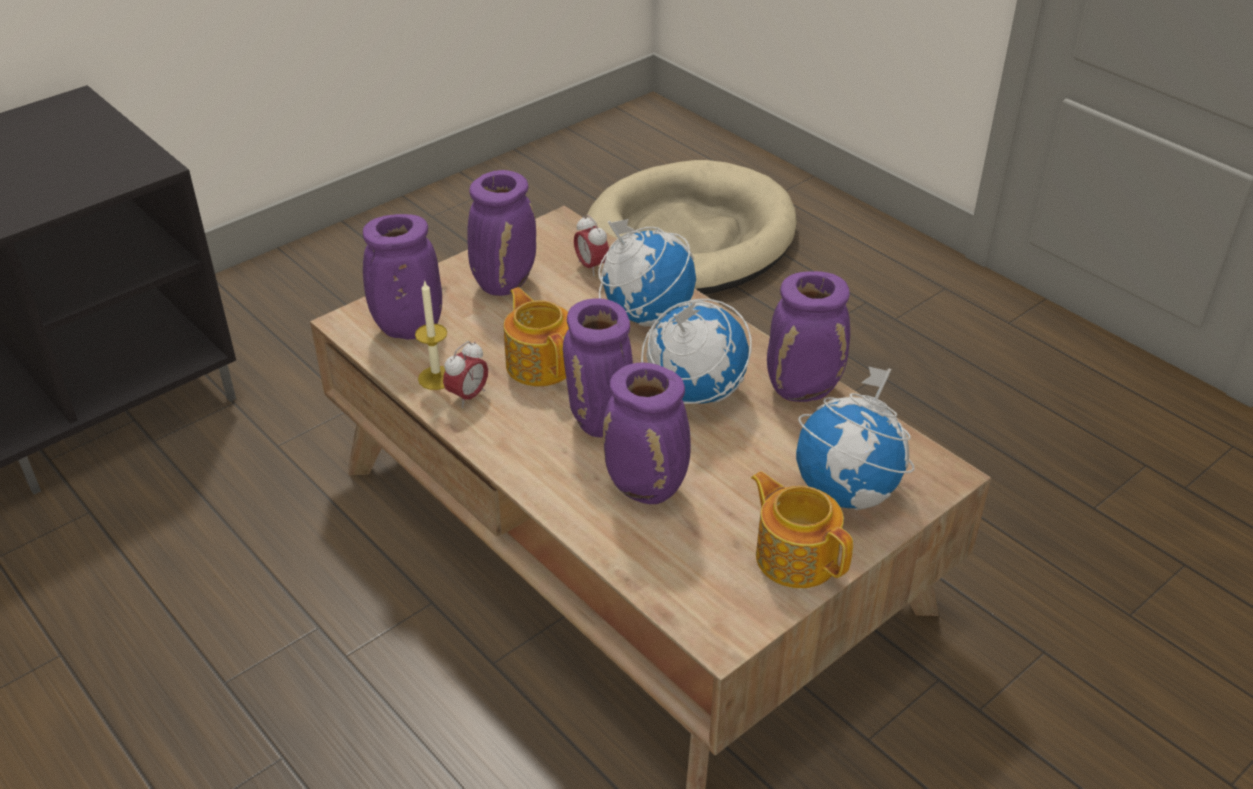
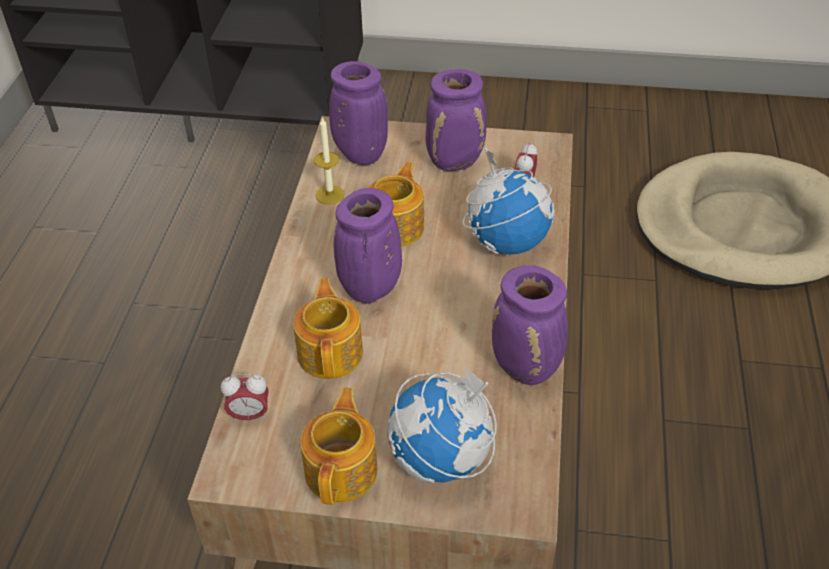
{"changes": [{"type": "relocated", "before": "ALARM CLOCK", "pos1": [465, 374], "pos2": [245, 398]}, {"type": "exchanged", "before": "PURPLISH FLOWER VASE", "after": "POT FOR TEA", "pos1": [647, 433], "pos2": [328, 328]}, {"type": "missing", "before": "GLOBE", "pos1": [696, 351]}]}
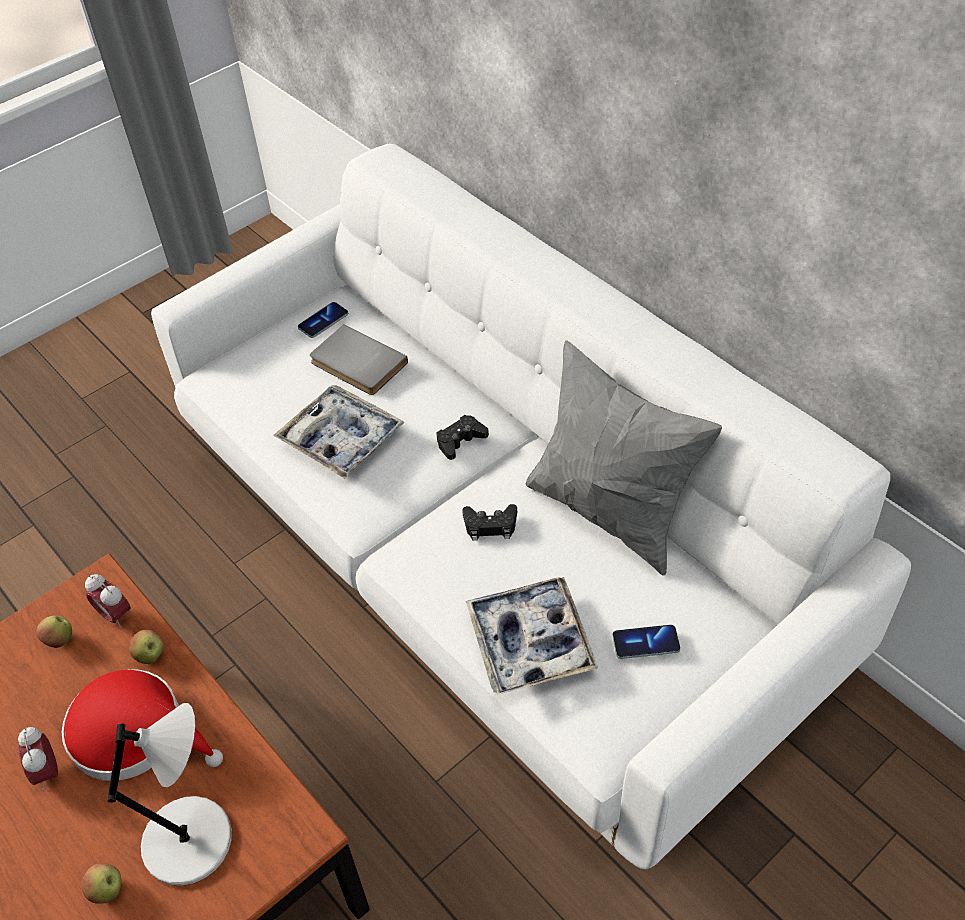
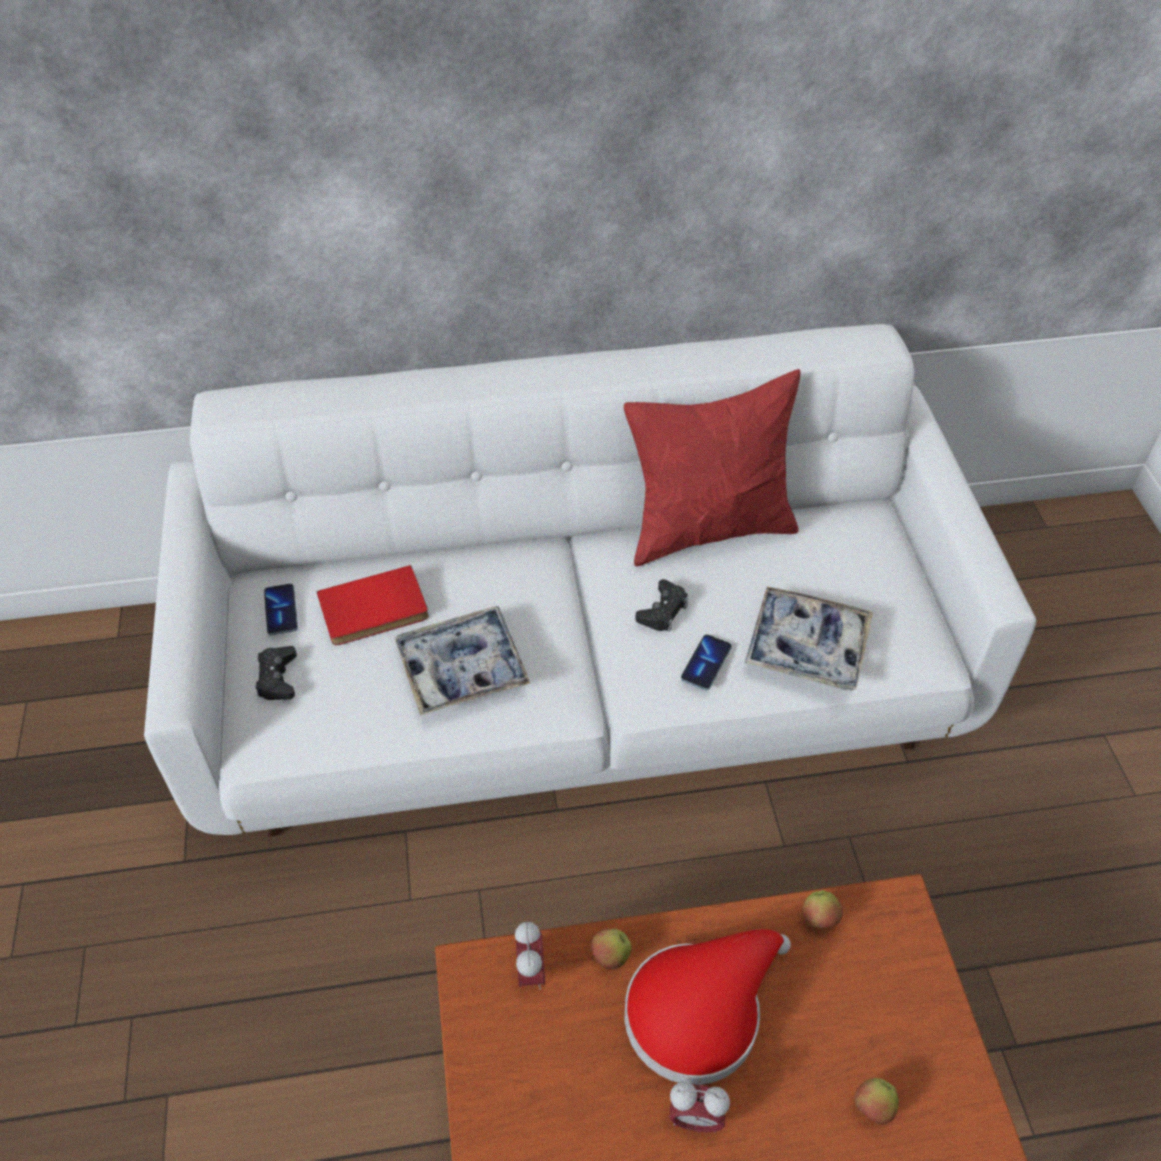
{"changes": [{"type": "relocated", "before": "APPLE", "pos1": [54, 632], "pos2": [822, 909]}, {"type": "spun", "before": "ALARM CLOCK", "pos1": [108, 601], "pos2": [530, 956], "turn": -75}, {"type": "missing", "before": "GREY TABLETOP LAMP", "pos1": [170, 794]}, {"type": "colour", "before": "GREY BOOK", "after": "RED-COLOURED BOOK", "pos1": [359, 359], "pos2": [372, 605]}, {"type": "relocated", "before": "BLACK-COLOURED GAME CONTROLLER", "pos1": [462, 437], "pos2": [276, 673]}, {"type": "colour", "before": "GREY THROW PILLOW", "after": "RED-COLOURED THROW PILLOW", "pos1": [624, 458], "pos2": [712, 467]}, {"type": "relocated", "before": "PHONE", "pos1": [646, 642], "pos2": [706, 662]}]}
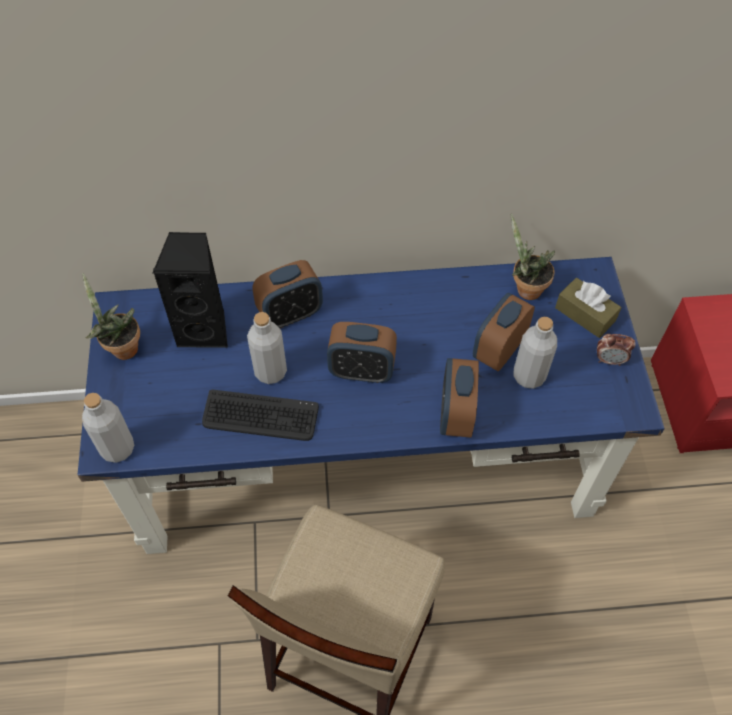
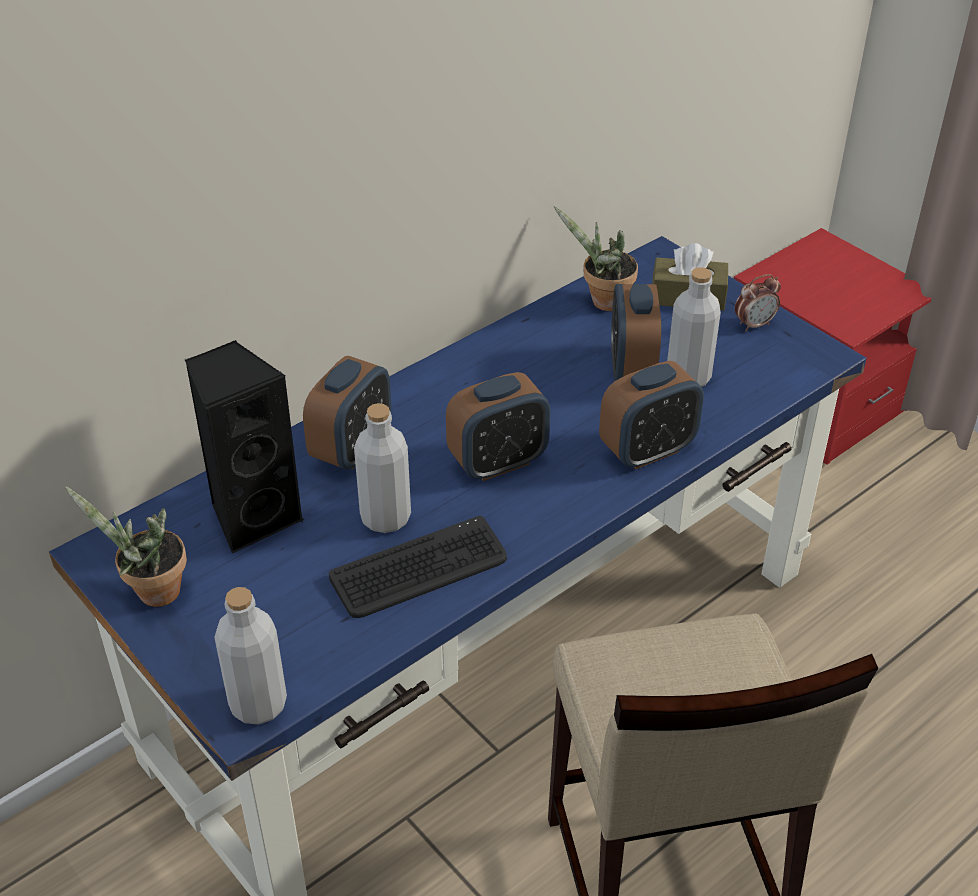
{"changes": [{"type": "spun", "before": "ALARM CLOCK", "pos1": [459, 398], "pos2": [651, 415], "turn": -90}]}
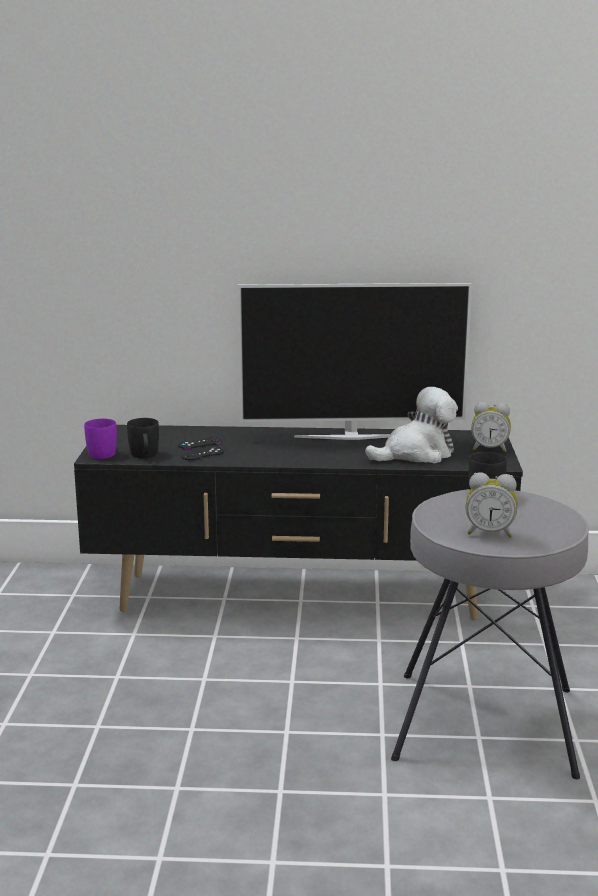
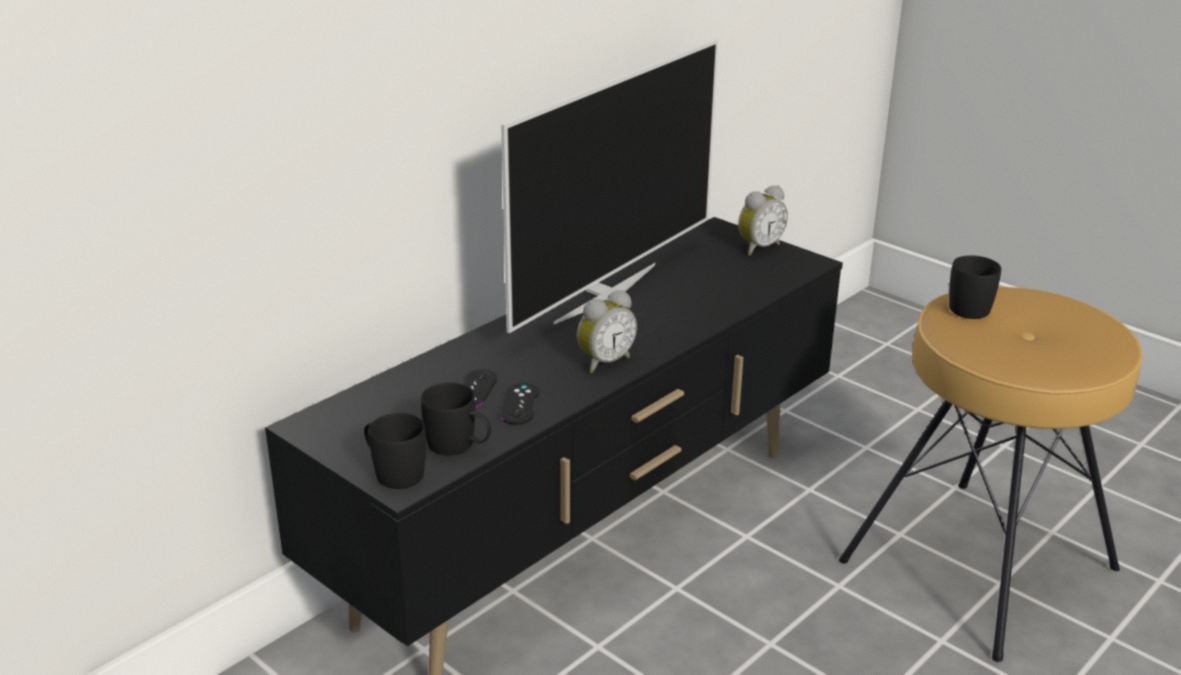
{"changes": [{"type": "colour", "before": "PURPLISH TEA MUG", "after": "BLACK-COLOURED TEA MUG", "pos1": [100, 439], "pos2": [395, 451]}, {"type": "missing", "before": "PLUSH TOY", "pos1": [411, 425]}, {"type": "colour", "before": "GREY SITTING STOOL", "after": "BROWN-COLOURED SITTING STOOL", "pos1": [490, 634], "pos2": [991, 474]}, {"type": "relocated", "before": "ALARM CLOCK", "pos1": [491, 505], "pos2": [607, 331]}]}
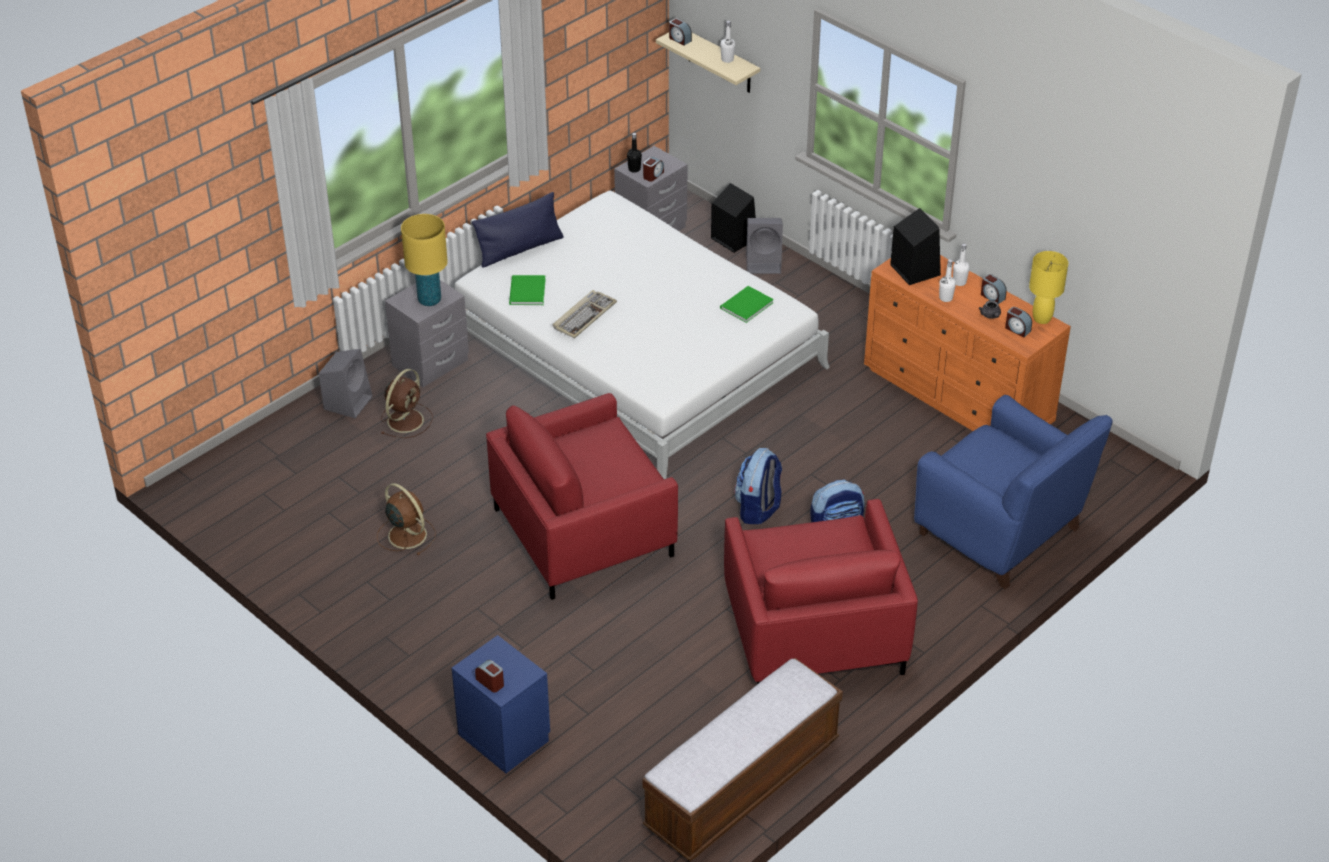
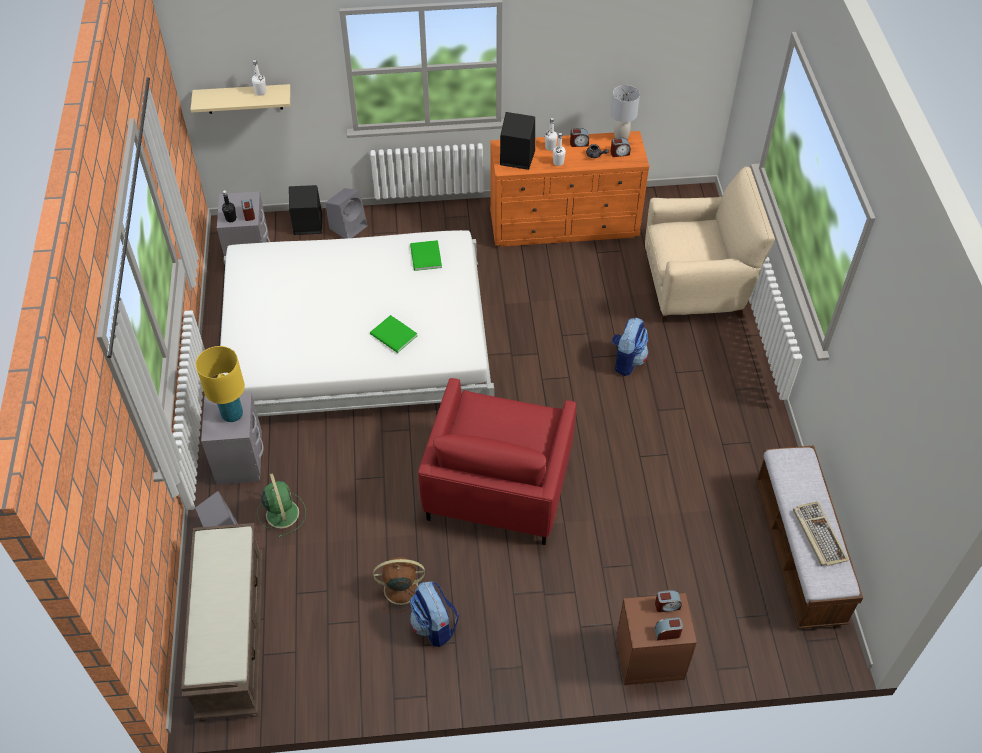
{"changes": [{"type": "colour", "before": "BROWN-COLOURED COOLING FAN", "after": "GREEN COOLING FAN", "pos1": [406, 403], "pos2": [281, 505]}, {"type": "colour", "before": "BLUISH NIGHT TABLE", "after": "BROWN-COLOURED NIGHT TABLE", "pos1": [501, 704], "pos2": [656, 639]}, {"type": "missing", "before": "BLUISH THROW PILLOW", "pos1": [518, 230]}, {"type": "relocated", "before": "GREEN BOOK", "pos1": [527, 290], "pos2": [394, 334]}, {"type": "relocated", "before": "COMPUTER KEYBOARD", "pos1": [584, 314], "pos2": [821, 533]}, {"type": "relocated", "before": "ALARM CLOCK", "pos1": [680, 32], "pos2": [668, 601]}, {"type": "missing", "before": "RED-COLOURED ARMCHAIR", "pos1": [821, 591]}, {"type": "relocated", "before": "RUCKSACK", "pos1": [758, 486], "pos2": [434, 614]}, {"type": "colour", "before": "BLUISH ARMCHAIR", "after": "BEIGE-COLOURED ARMCHAIR", "pos1": [1013, 492], "pos2": [710, 244]}, {"type": "colour", "before": "YELLOWISH TABLETOP LAMP", "after": "GREY TABLETOP LAMP", "pos1": [1048, 287], "pos2": [625, 112]}, {"type": "appeared", "after": "BROWN-COLOURED LONG SEAT", "pos2": [222, 622]}]}
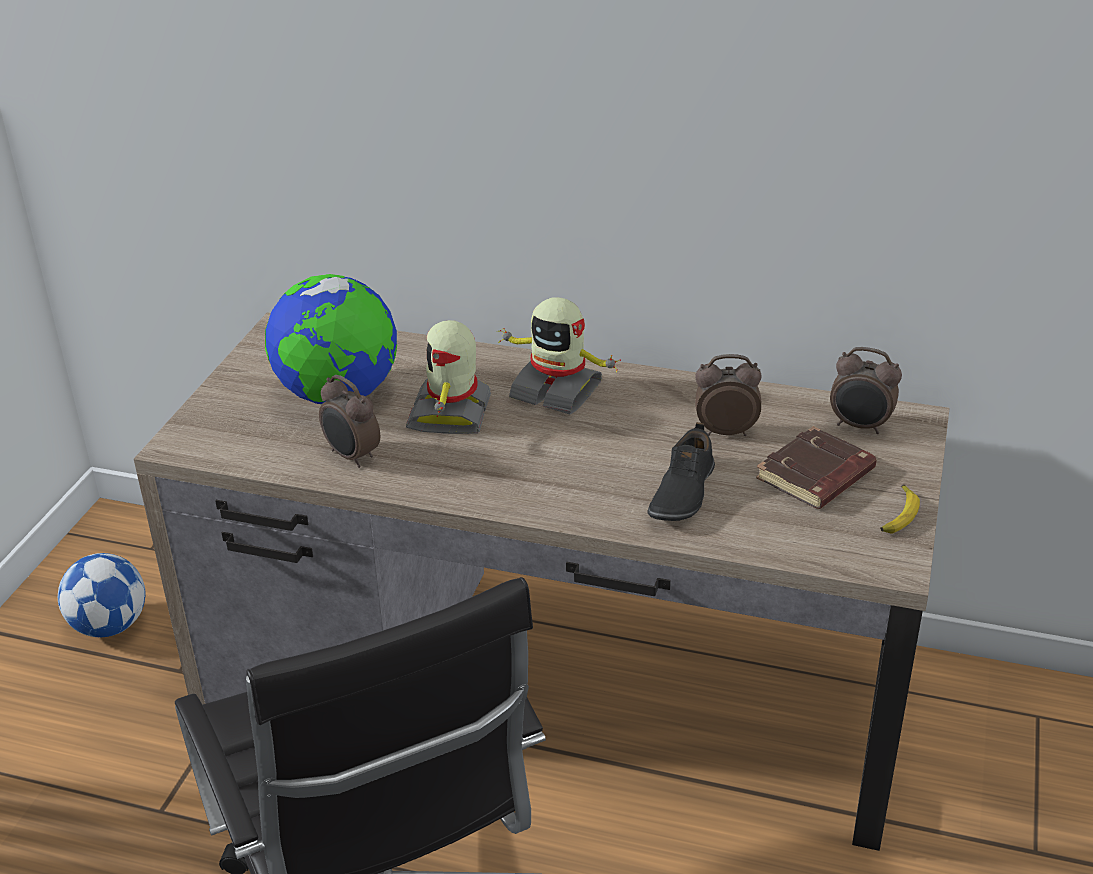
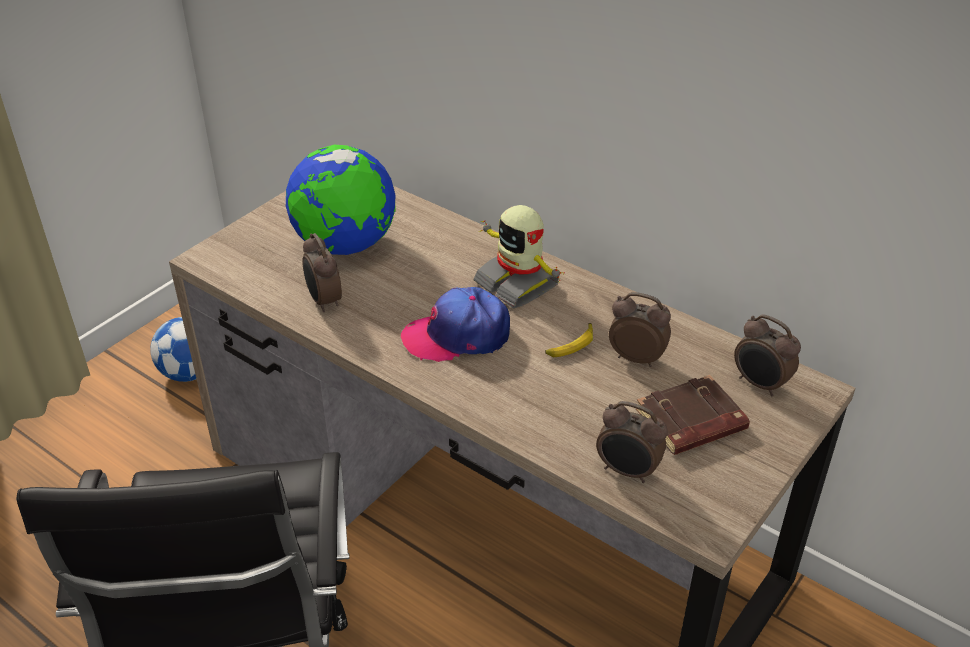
{"changes": [{"type": "missing", "before": "TOY ROBOT", "pos1": [448, 377]}, {"type": "missing", "before": "BLACK-COLOURED ITEM OF FOOTWEAR", "pos1": [681, 471]}, {"type": "relocated", "before": "WHOLE BANANA", "pos1": [900, 509], "pos2": [569, 340]}, {"type": "appeared", "after": "CAP", "pos2": [455, 324]}, {"type": "appeared", "after": "ALARM CLOCK", "pos2": [632, 442]}]}
